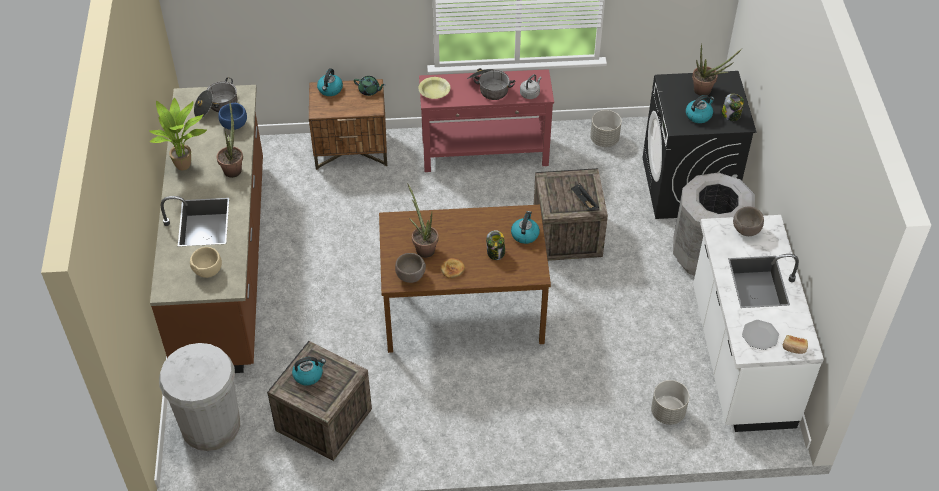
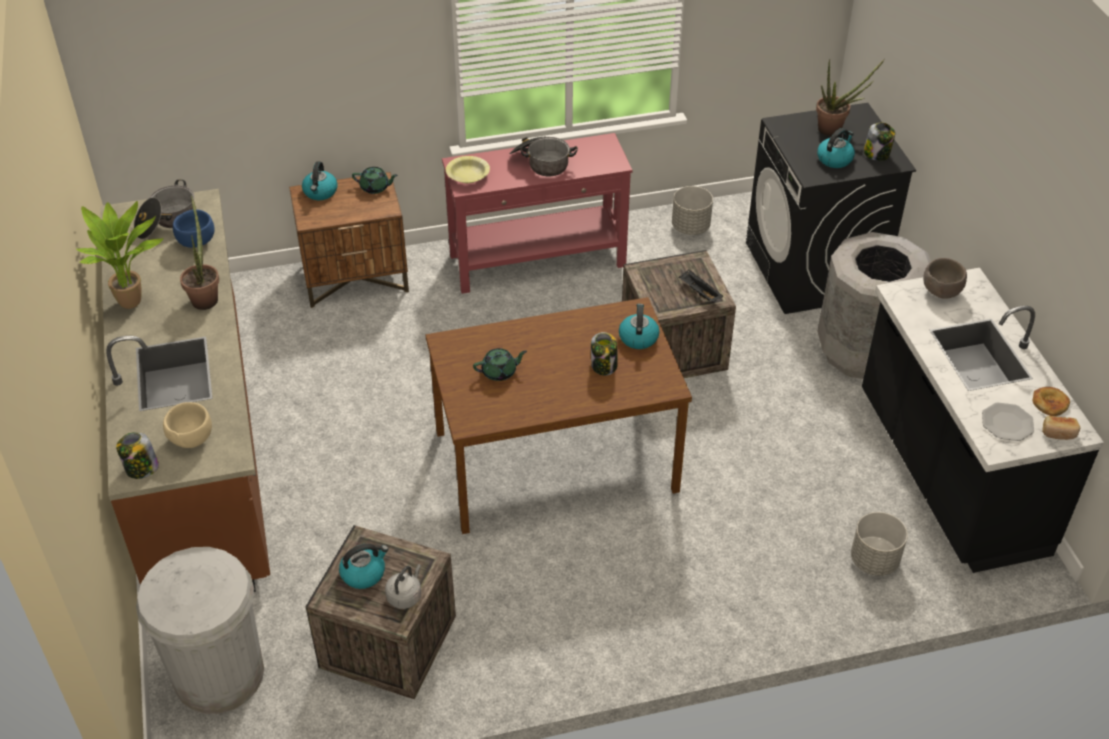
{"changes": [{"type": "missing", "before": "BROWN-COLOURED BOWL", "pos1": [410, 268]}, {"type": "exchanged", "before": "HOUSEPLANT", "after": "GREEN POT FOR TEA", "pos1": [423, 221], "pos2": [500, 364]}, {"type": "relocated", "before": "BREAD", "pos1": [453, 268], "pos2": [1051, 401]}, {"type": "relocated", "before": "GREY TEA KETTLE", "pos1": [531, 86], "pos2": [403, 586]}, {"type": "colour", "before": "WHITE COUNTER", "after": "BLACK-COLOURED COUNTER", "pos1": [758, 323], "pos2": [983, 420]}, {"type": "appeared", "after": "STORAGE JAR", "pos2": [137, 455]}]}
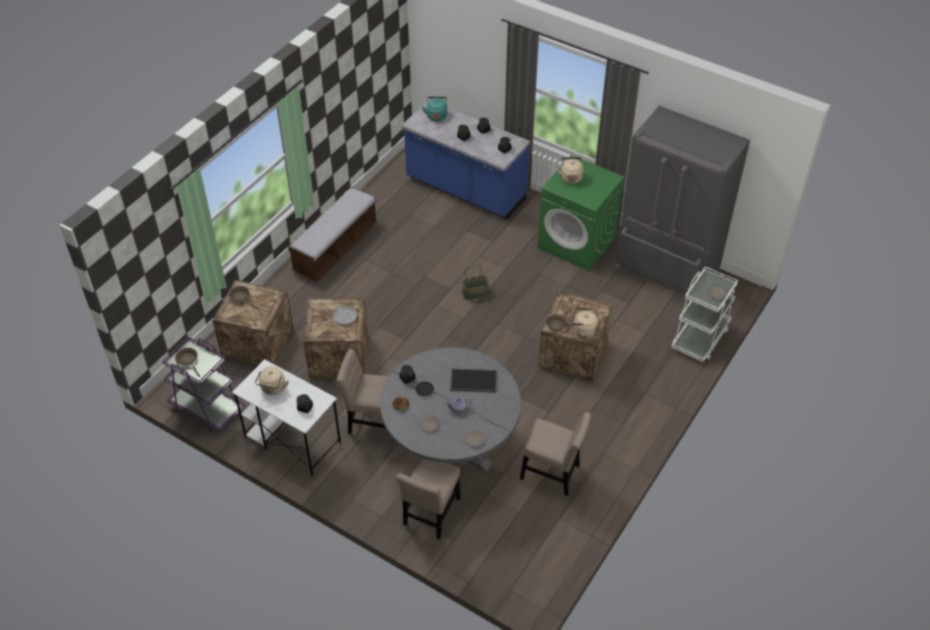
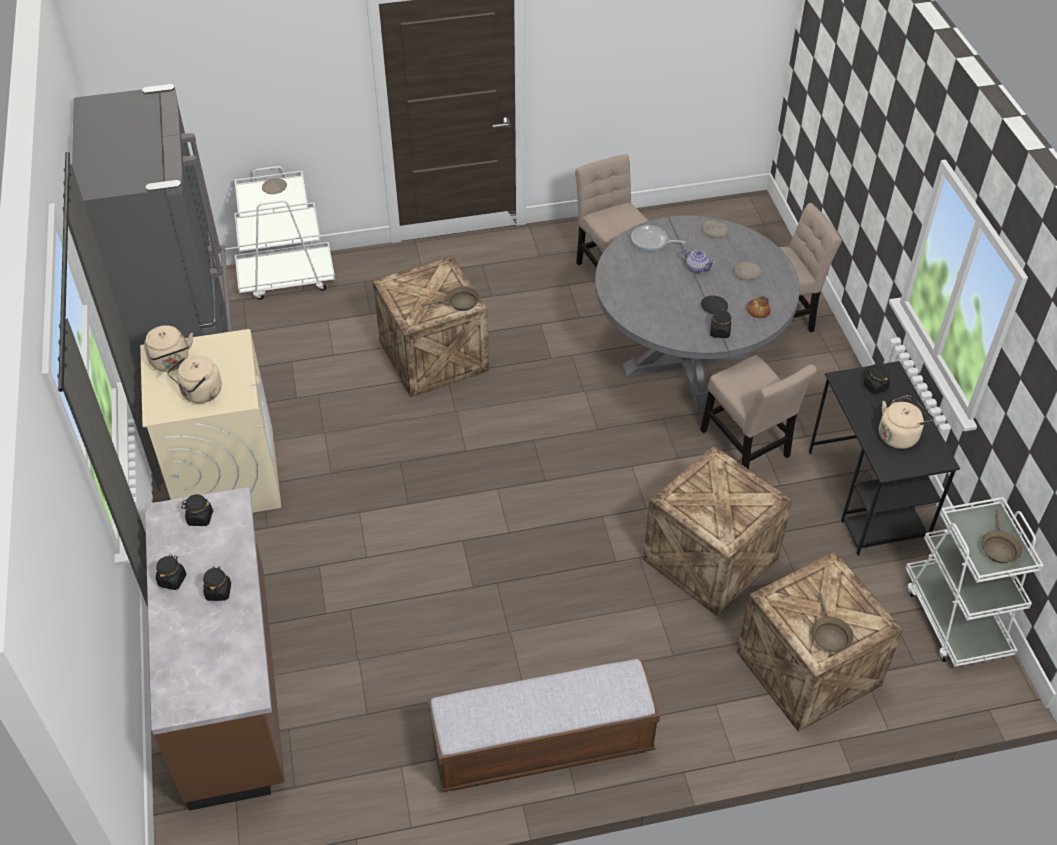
{"changes": [{"type": "colour", "before": "PURPLISH WHEELED CART", "after": "WHITE WHEELED CART", "pos1": [204, 384], "pos2": [974, 582]}, {"type": "colour", "before": "WHITE DESK", "after": "BLACK-COLOURED DESK", "pos1": [286, 417], "pos2": [884, 458]}, {"type": "relocated", "before": "FRYING PAN", "pos1": [340, 315], "pos2": [658, 238]}, {"type": "colour", "before": "BLUISH COUNTER", "after": "BROWN-COLOURED COUNTER", "pos1": [465, 159], "pos2": [215, 649]}, {"type": "missing", "before": "TURQUOISE-COLOURED TEA KETTLE", "pos1": [434, 109]}, {"type": "missing", "before": "TRAY", "pos1": [473, 380]}, {"type": "missing", "before": "STORAGE BASKET", "pos1": [475, 282]}, {"type": "colour", "before": "GREEN LAUNDRY MACHINE", "after": "BEIGE-COLOURED LAUNDRY MACHINE", "pos1": [581, 213], "pos2": [210, 420]}, {"type": "relocated", "before": "BEIGE-COLOURED TEA KETTLE", "pos1": [584, 323], "pos2": [168, 348]}]}
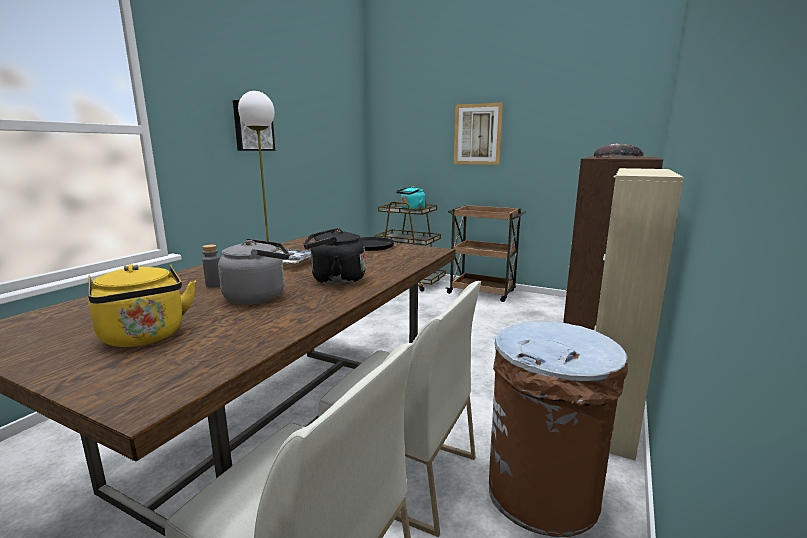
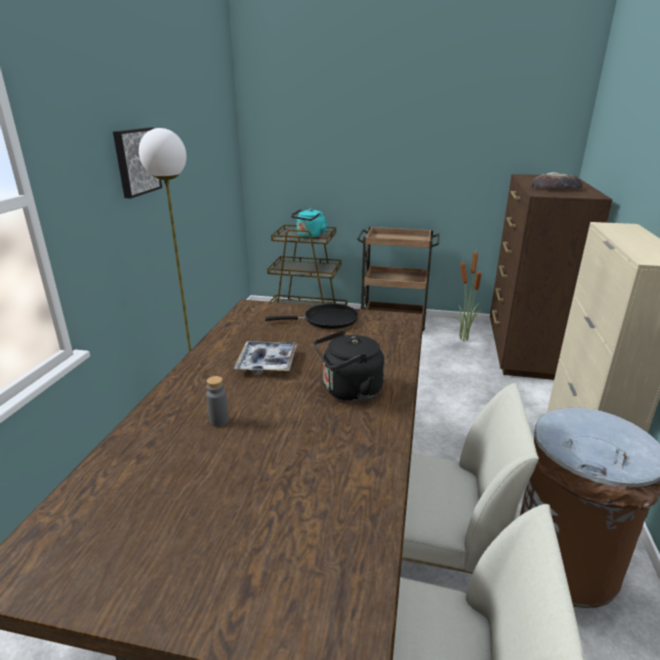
{"changes": [{"type": "missing", "before": "YELLOWISH TEA KETTLE", "pos1": [142, 305]}, {"type": "missing", "before": "GREY TEA KETTLE", "pos1": [254, 271]}, {"type": "missing", "before": "PICTURE", "pos1": [478, 133]}, {"type": "appeared", "after": "HOUSEPLANT", "pos2": [467, 294]}]}
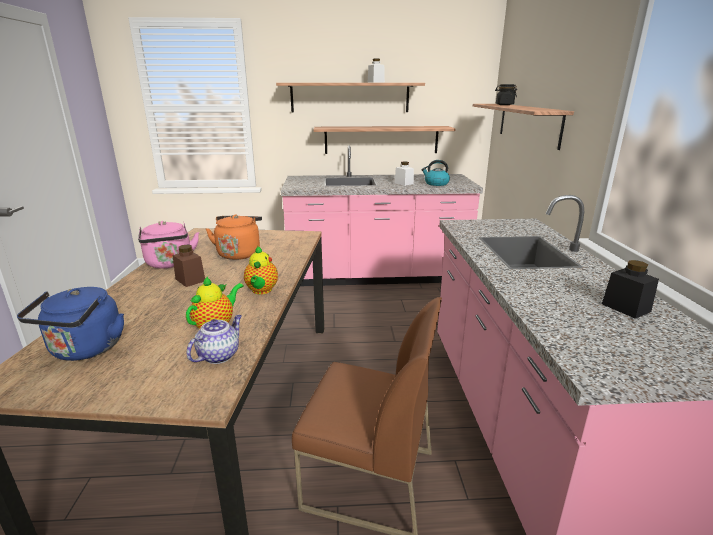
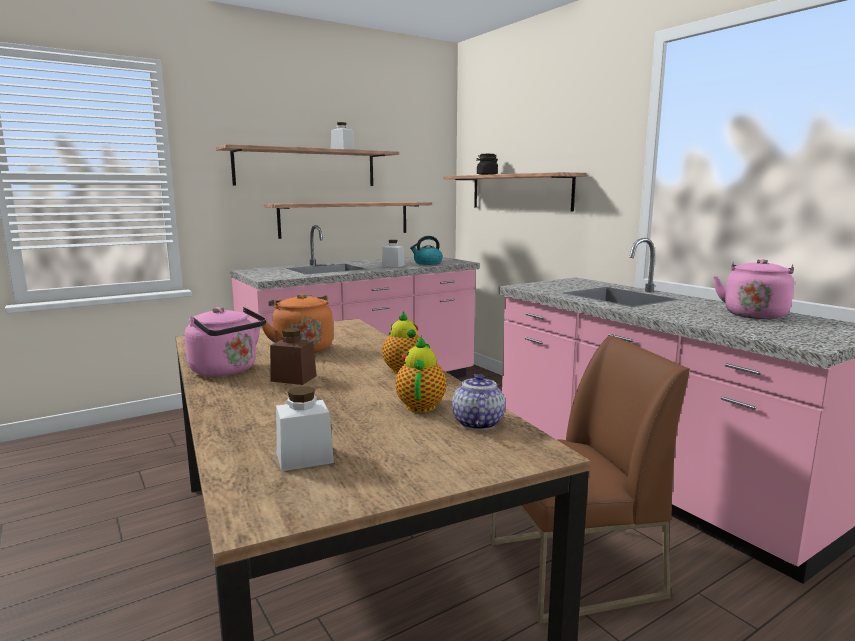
{"changes": [{"type": "exchanged", "before": "BLUISH TEA KETTLE", "after": "WHITE STORAGE JAR", "pos1": [70, 324], "pos2": [305, 428]}, {"type": "exchanged", "before": "BLACK-COLOURED STORAGE JAR", "after": "PINK TEA KETTLE", "pos1": [630, 289], "pos2": [753, 289]}]}
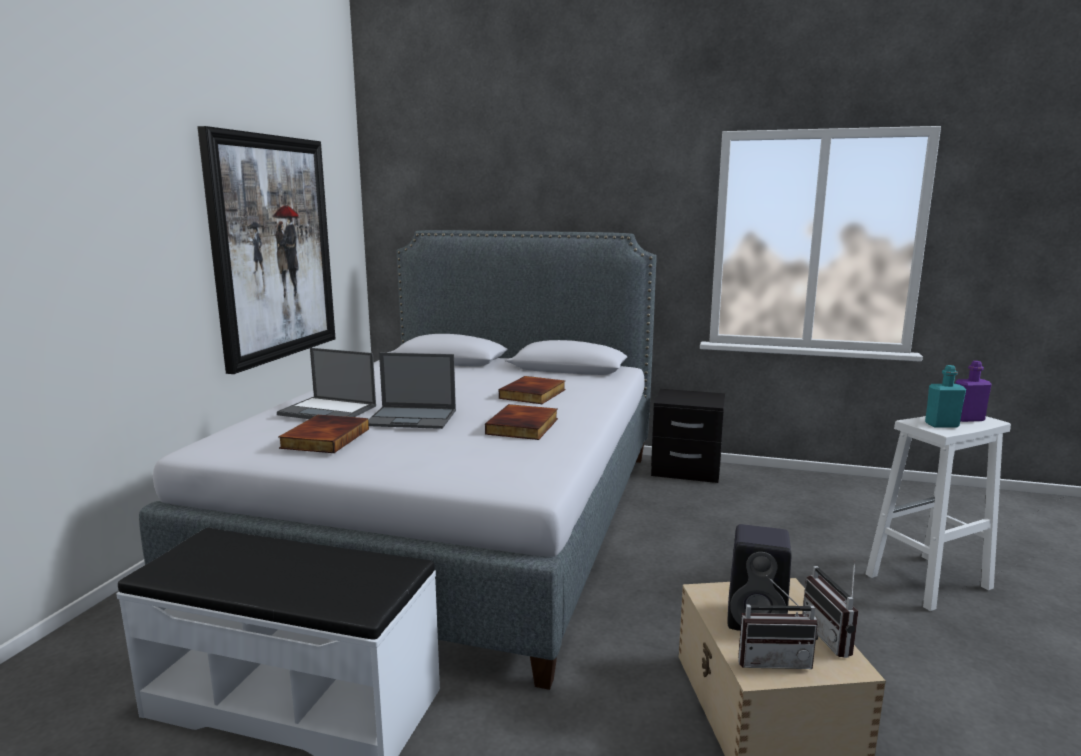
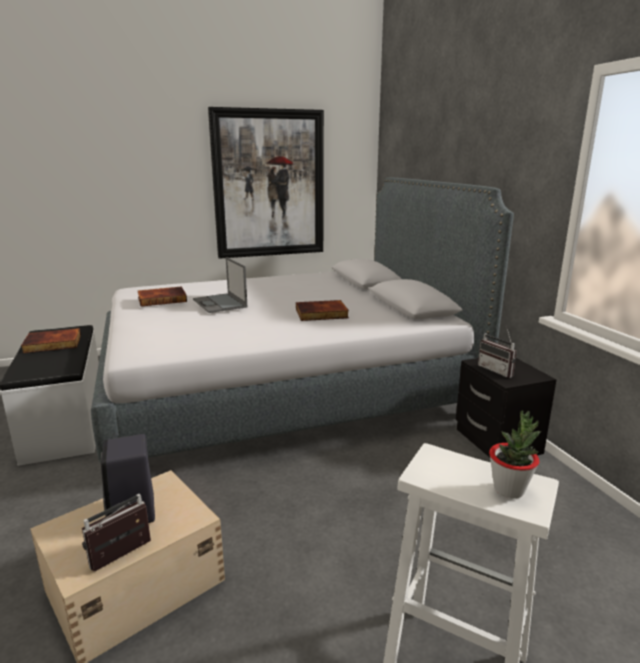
{"changes": [{"type": "missing", "before": "LAPTOP", "pos1": [326, 383]}, {"type": "relocated", "before": "BOOK", "pos1": [521, 422], "pos2": [51, 340]}, {"type": "relocated", "before": "RADIO SET", "pos1": [778, 622], "pos2": [497, 352]}, {"type": "missing", "before": "TURQUOISE-COLOURED DRINK BOTTLE", "pos1": [945, 396]}, {"type": "exchanged", "before": "PURPLISH DRINK BOTTLE", "after": "HOUSEPLANT", "pos1": [973, 391], "pos2": [515, 454]}]}
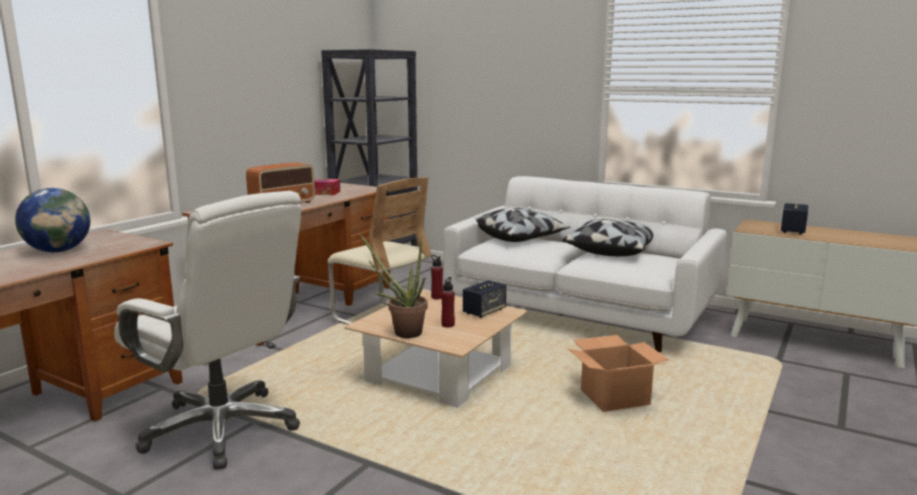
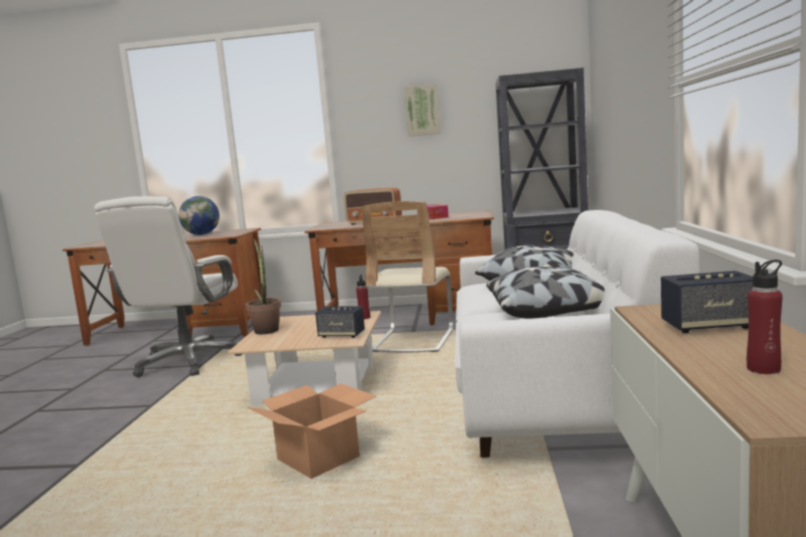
{"changes": [{"type": "relocated", "before": "RED-COLOURED DRINK BOTTLE", "pos1": [448, 302], "pos2": [764, 317]}, {"type": "appeared", "after": "PICTURE", "pos2": [422, 110]}]}
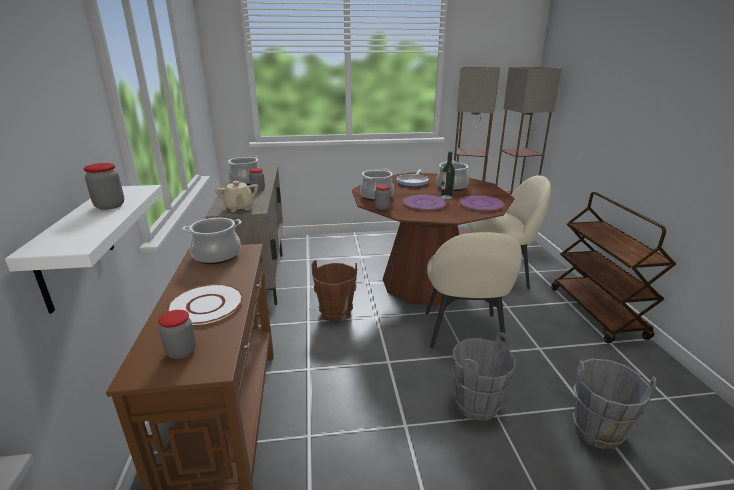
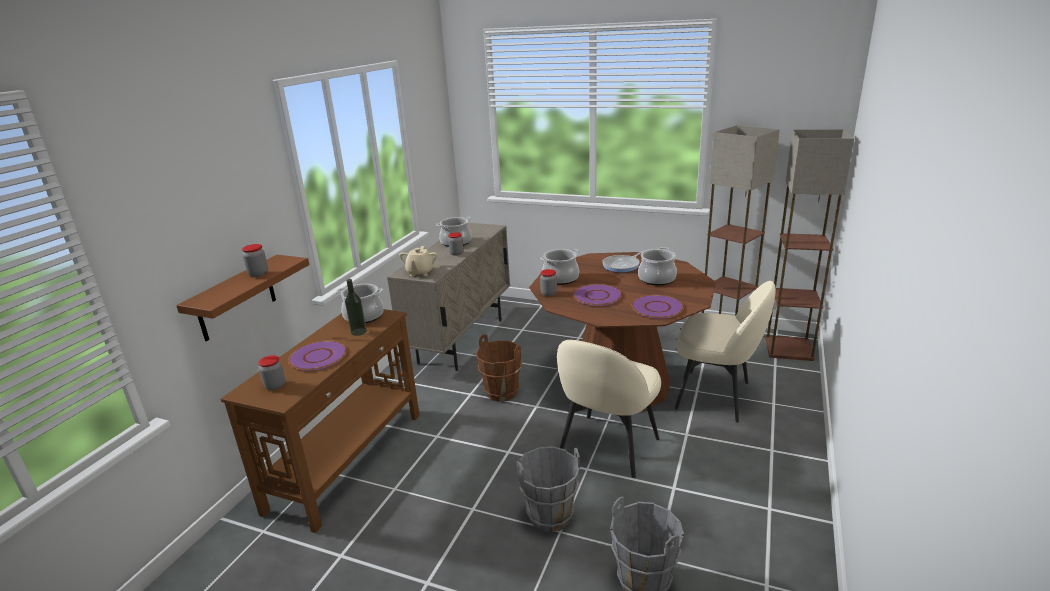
{"changes": [{"type": "colour", "before": "WHITE SHELF", "after": "BROWN-COLOURED SHELF", "pos1": [84, 249], "pos2": [242, 298]}, {"type": "colour", "before": "WHITE DINNER PLATE", "after": "PURPLISH DINNER PLATE", "pos1": [204, 304], "pos2": [317, 356]}, {"type": "relocated", "before": "DRINK BOTTLE", "pos1": [447, 175], "pos2": [356, 307]}, {"type": "missing", "before": "BROWN-COLOURED WHEELED CART", "pos1": [613, 267]}]}
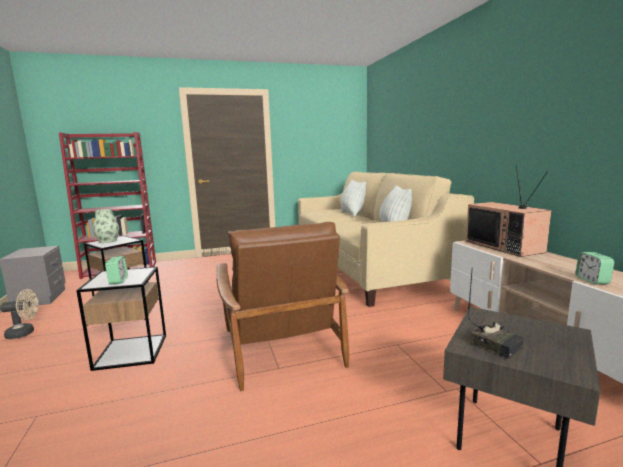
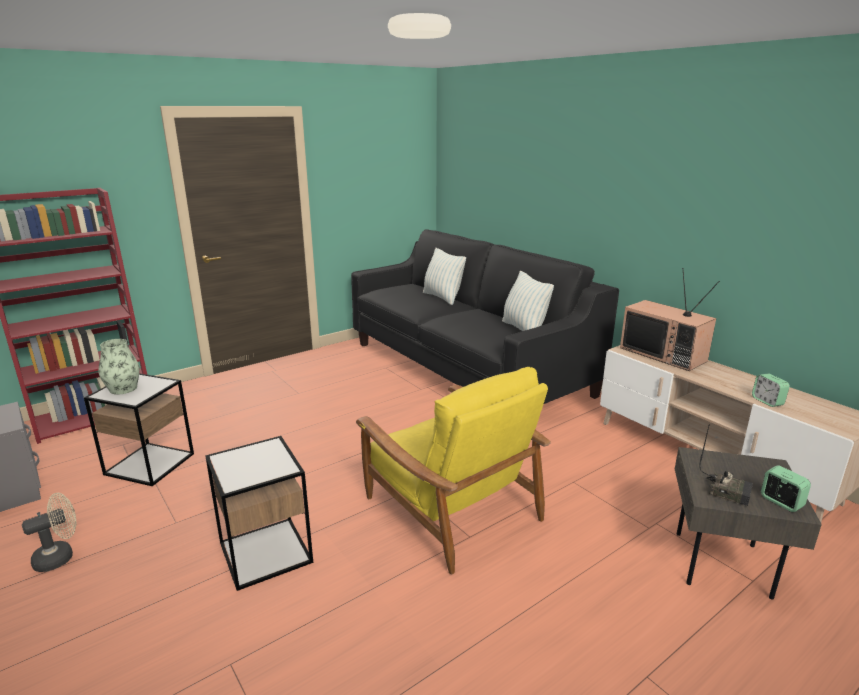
{"changes": [{"type": "relocated", "before": "ALARM CLOCK", "pos1": [116, 270], "pos2": [786, 488]}, {"type": "colour", "before": "BROWN-COLOURED ARMCHAIR", "after": "YELLOWISH ARMCHAIR", "pos1": [283, 306], "pos2": [453, 471]}, {"type": "colour", "before": "BEIGE-COLOURED SETTEE", "after": "BLACK-COLOURED SETTEE", "pos1": [386, 239], "pos2": [485, 316]}]}
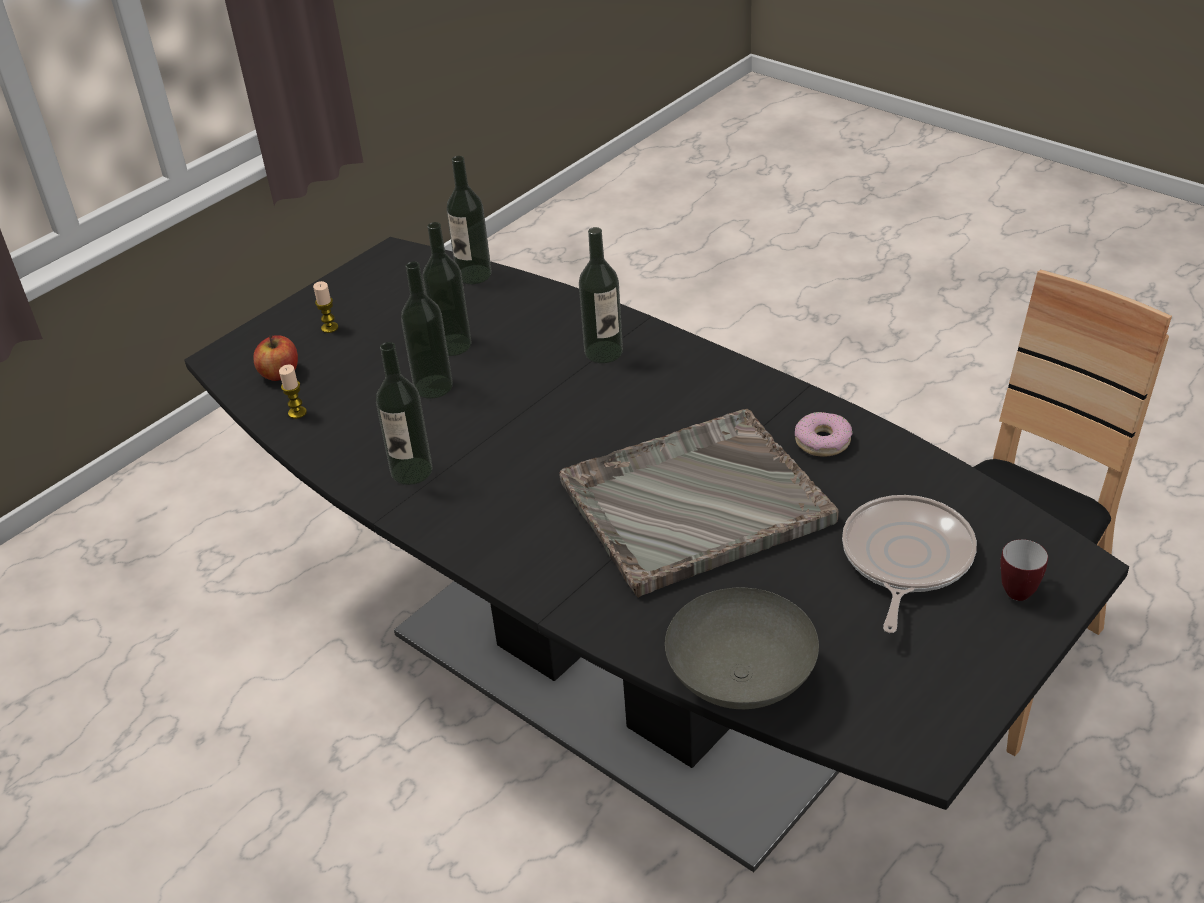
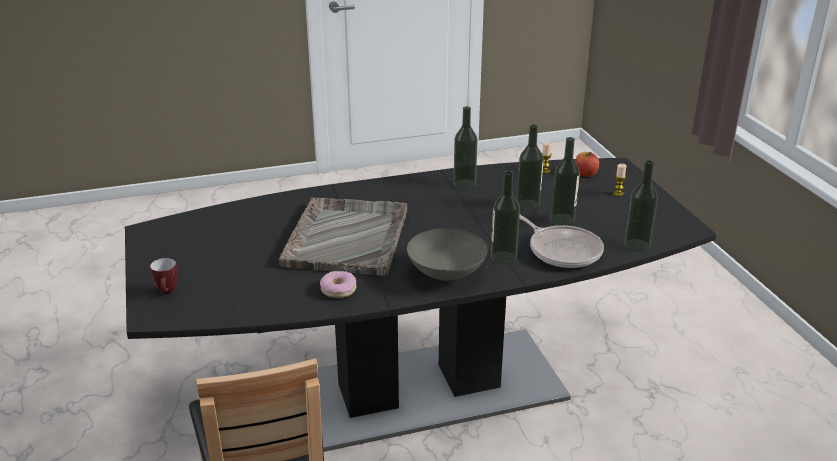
{"changes": [{"type": "relocated", "before": "GREY BOWL", "pos1": [742, 648], "pos2": [447, 254]}, {"type": "relocated", "before": "FRYING PAN", "pos1": [909, 564], "pos2": [562, 241]}]}
